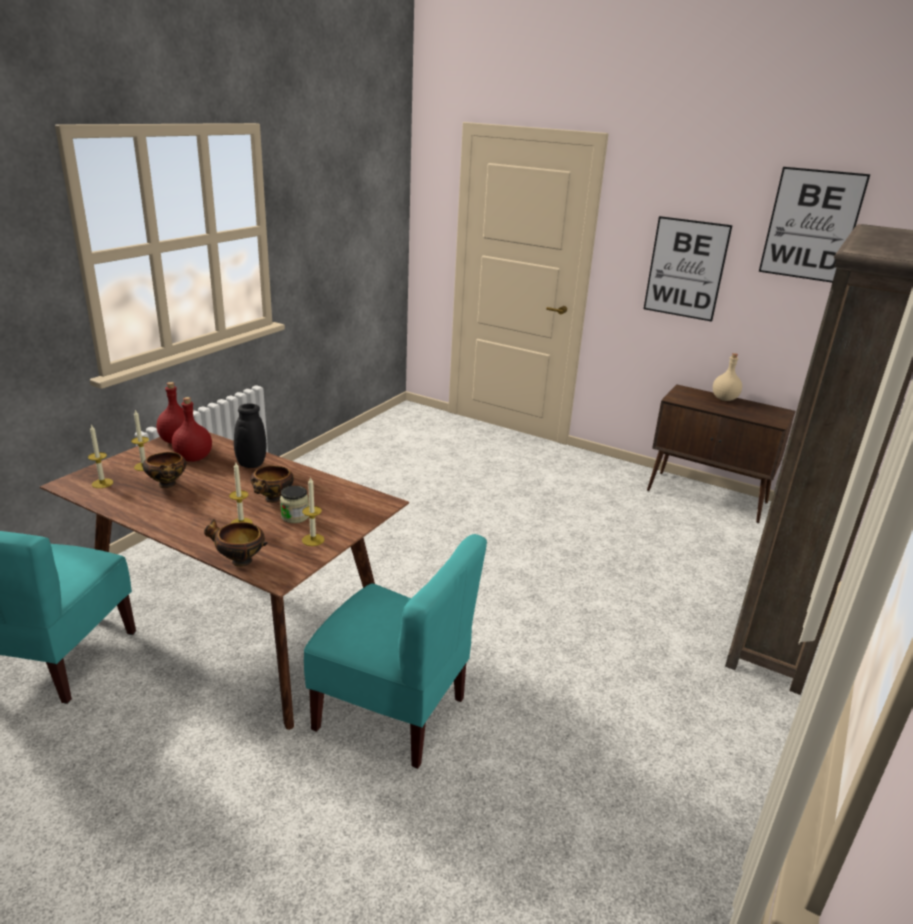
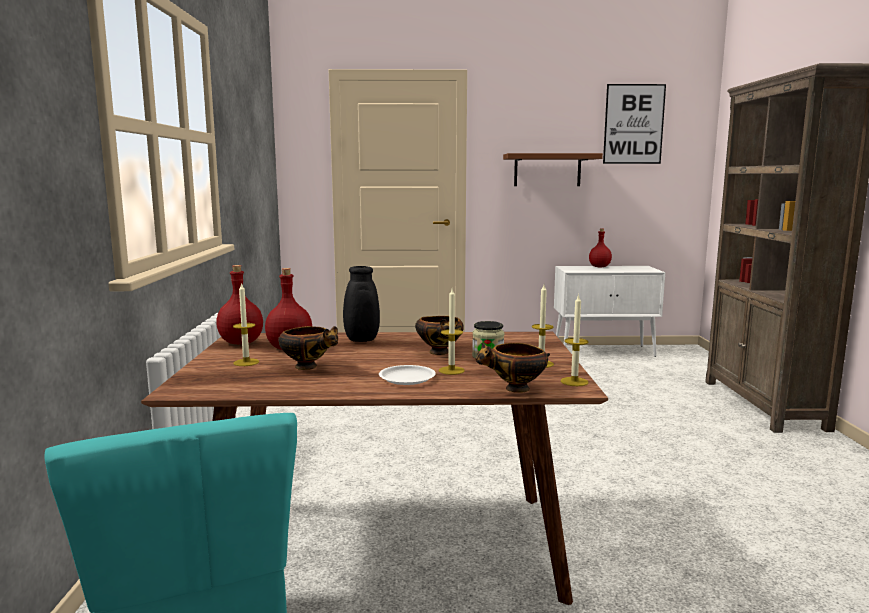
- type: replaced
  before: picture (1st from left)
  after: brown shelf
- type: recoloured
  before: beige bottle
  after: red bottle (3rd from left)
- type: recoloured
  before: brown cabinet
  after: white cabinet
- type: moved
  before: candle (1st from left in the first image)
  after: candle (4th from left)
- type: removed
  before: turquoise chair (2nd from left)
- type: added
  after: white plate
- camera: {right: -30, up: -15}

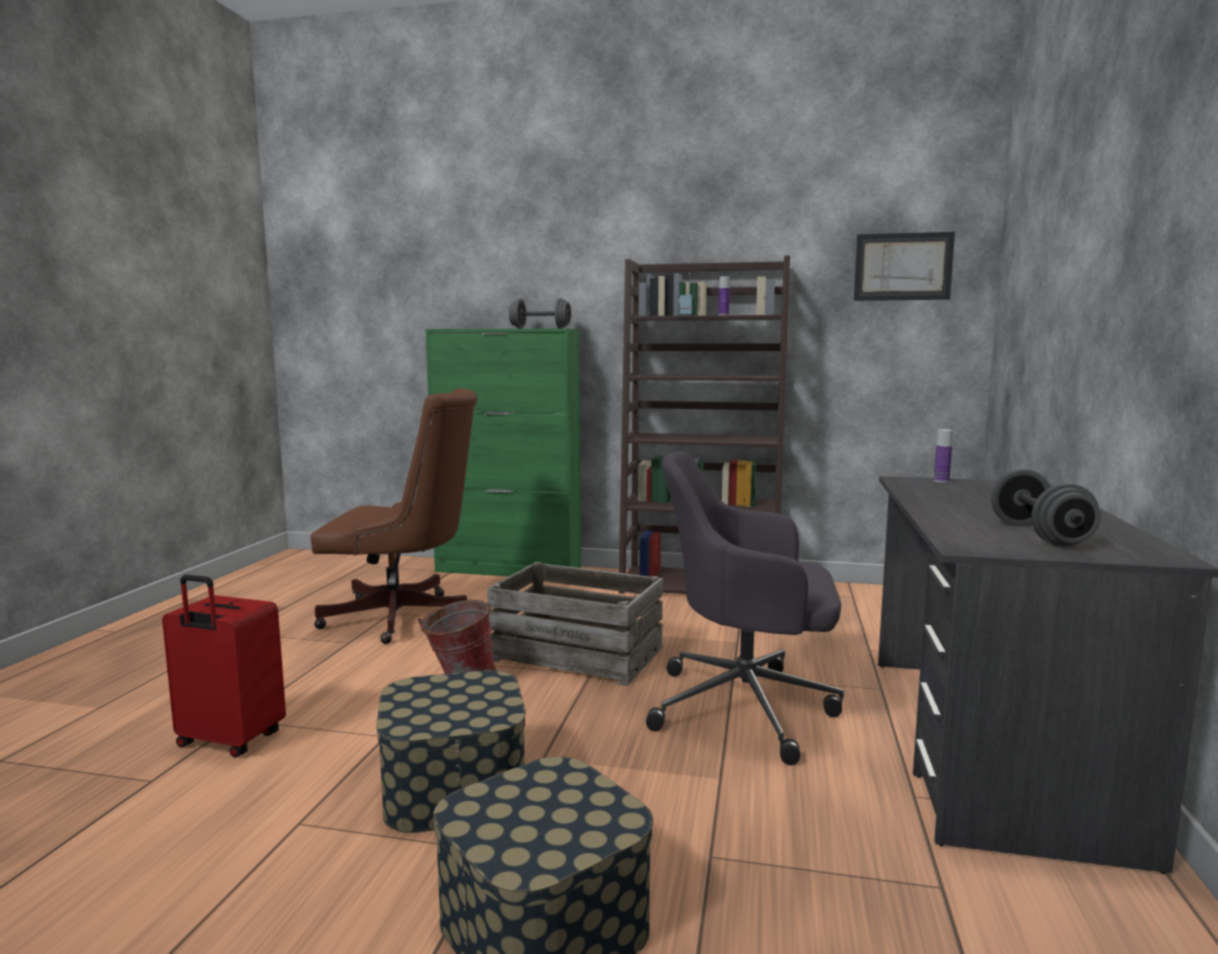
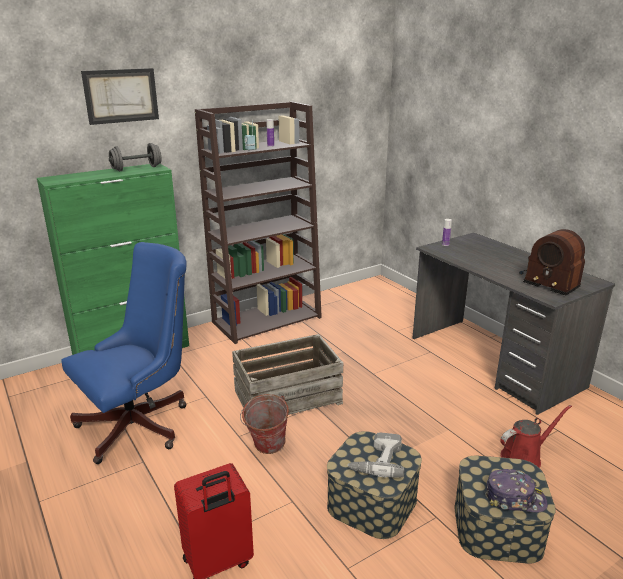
- type: moved
  before: picture
- type: recoloured
  before: brown office chair
  after: blue office chair
- type: removed
  before: grey office chair
- type: replaced
  before: grey dumbbell (2nd from left)
  after: radio (2nd from left)
- type: added
  after: red watering can
- type: added
  after: power drill
- type: added
  after: cap
- camera: {right: -45, up: 15}

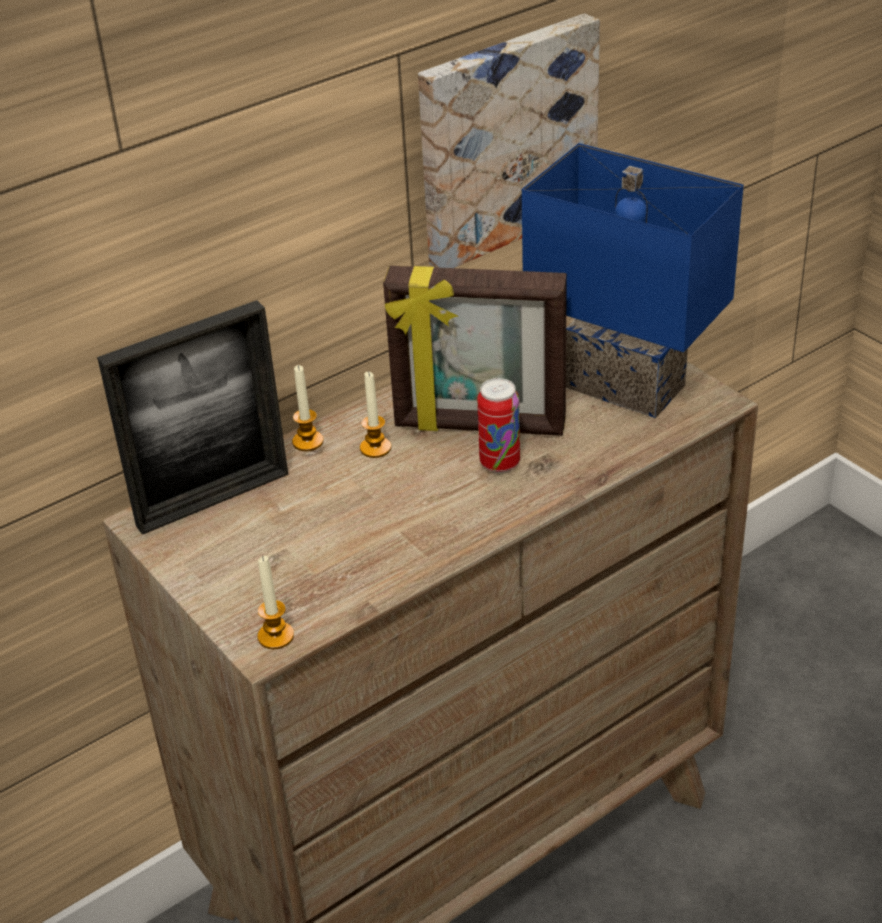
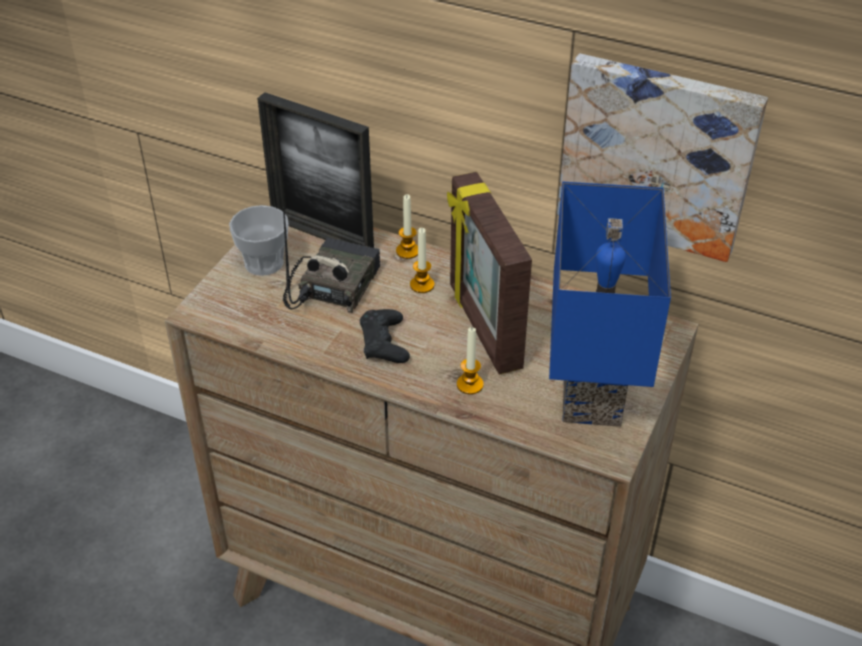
- type: removed
  before: can
- type: moved
  before: candle (1st from left in the first image)
  after: candle (3rd from left)
- type: added
  after: cup
- type: added
  after: radio
- type: added
  after: black game controller
- camera: {right: 60, up: 5}

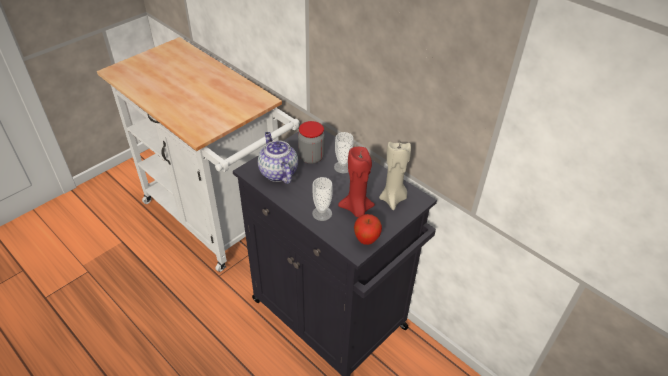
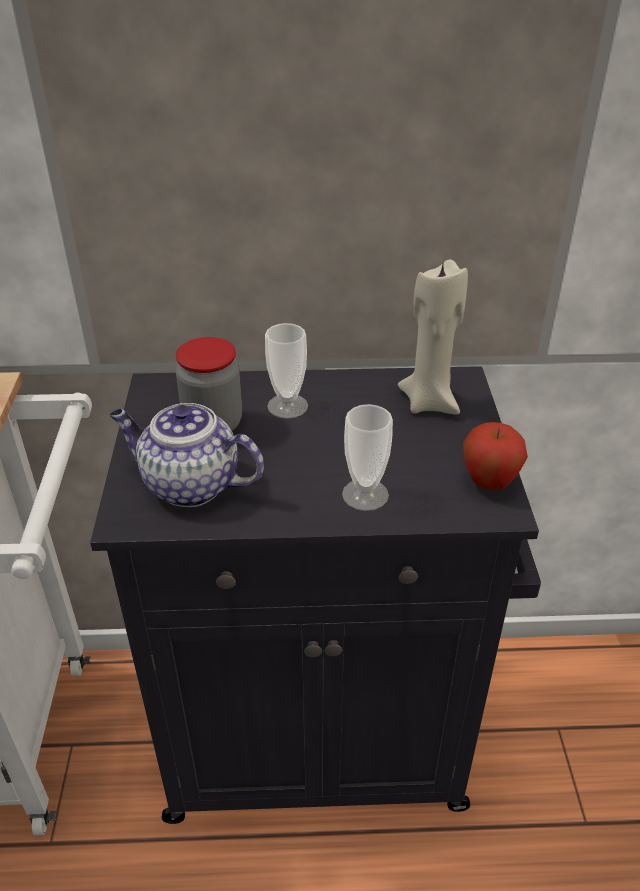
- type: removed
  before: red candle
- camera: {right: -45, up: -5}

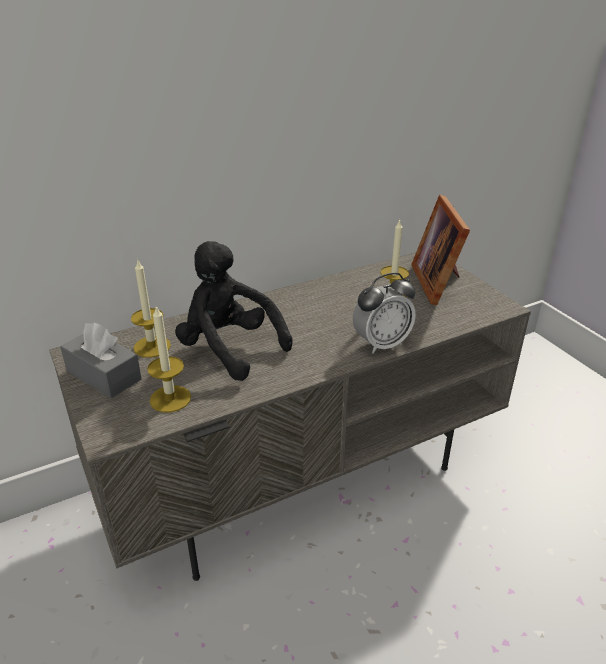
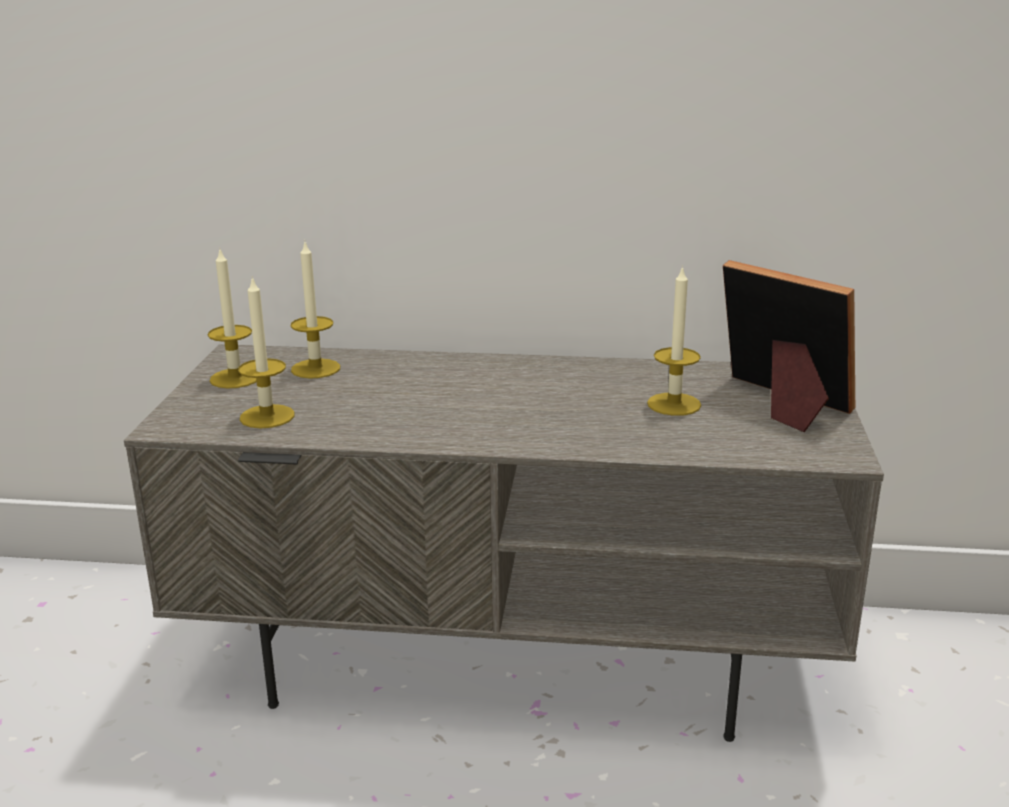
- type: turned
  before: picture frame
  turn: 105
- type: removed
  before: black plush toy
- type: removed
  before: alarm clock
- type: replaced
  before: grey tissue box
  after: candle (1st from left)
- camera: {right: 35, up: -10}

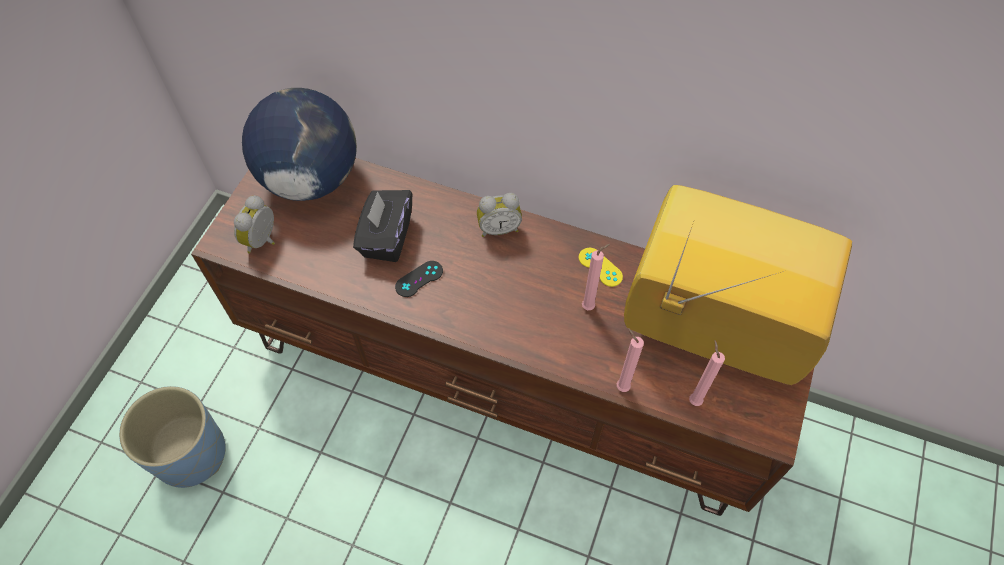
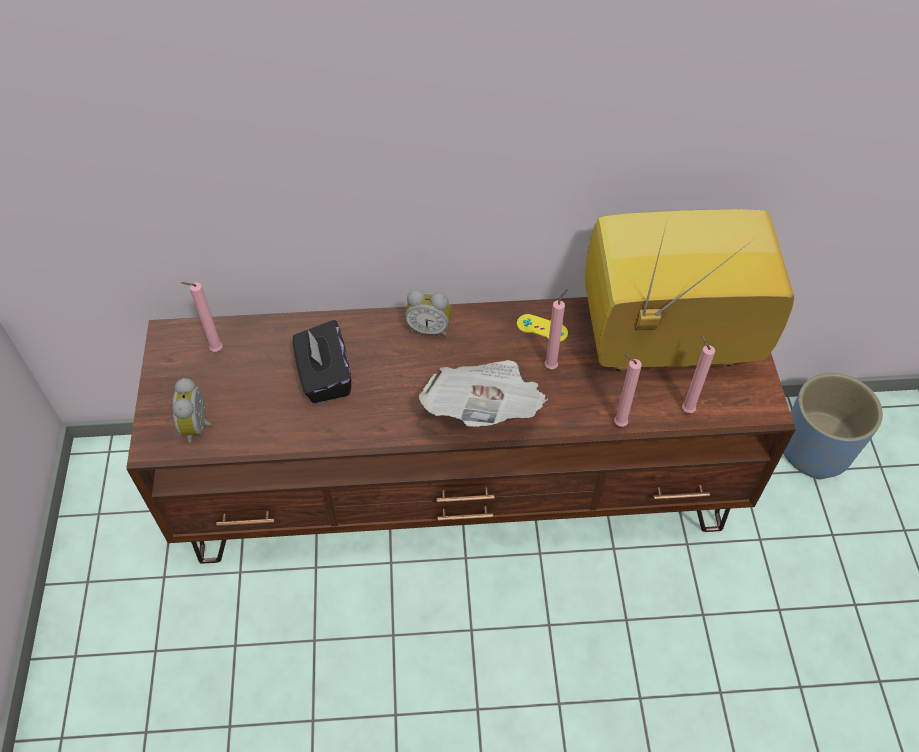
- type: replaced
  before: globe
  after: pink candle (1st from left)
- type: turned
  before: alarm clock (2nd from left)
  turn: 45
- type: removed
  before: black game controller
- type: moved
  before: blue planter
- type: added
  after: newspaper
- camera: {right: -25, up: -5}

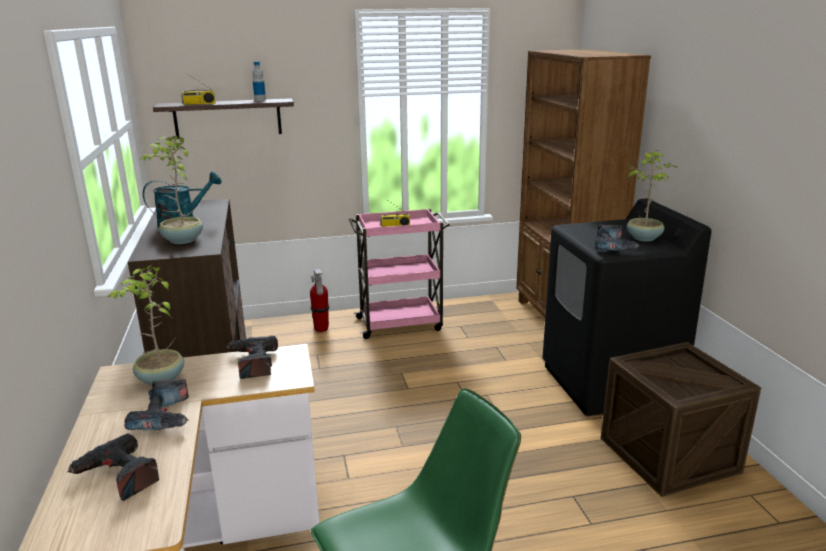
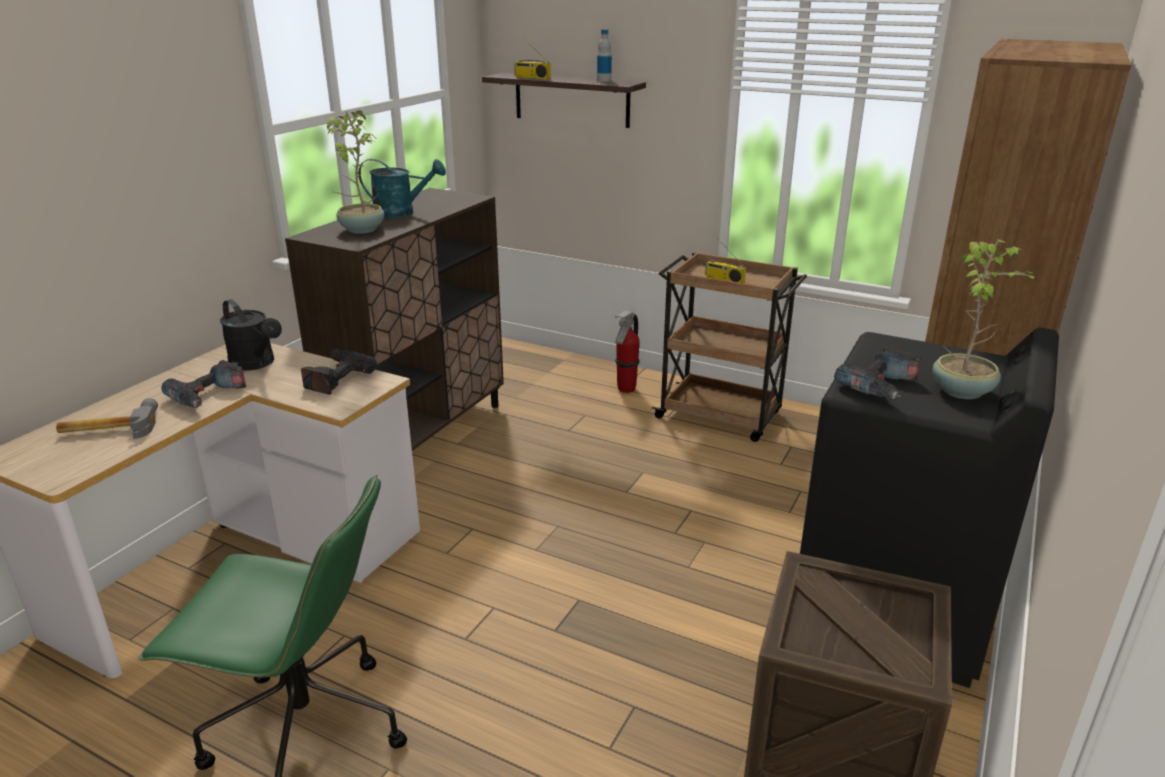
- type: recoloured
  before: pink cart
  after: brown cart
- type: replaced
  before: potted plant (1st from left)
  after: black watering can
- type: replaced
  before: power drill (1st from left)
  after: hammer
- camera: {right: 40, up: 5}

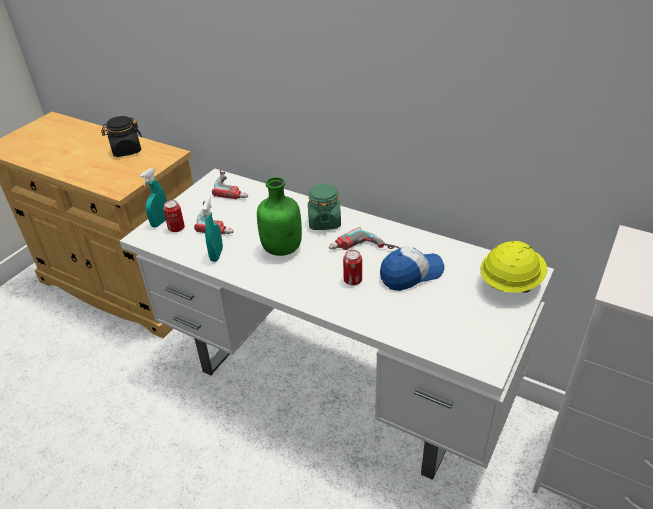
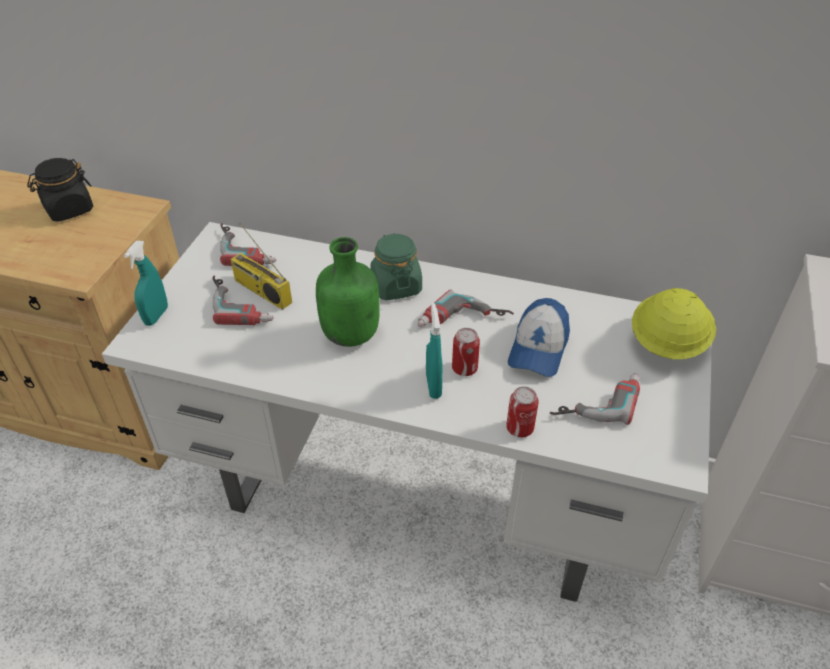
- type: moved
  before: turquoise spray bottle (2nd from left)
- type: moved
  before: can (1st from left in the first image)
  after: can (2nd from left)
- type: turned
  before: cap
  turn: 150
- type: added
  after: radio
- type: added
  after: power drill (4th from left)
- camera: {right: -15, up: 5}

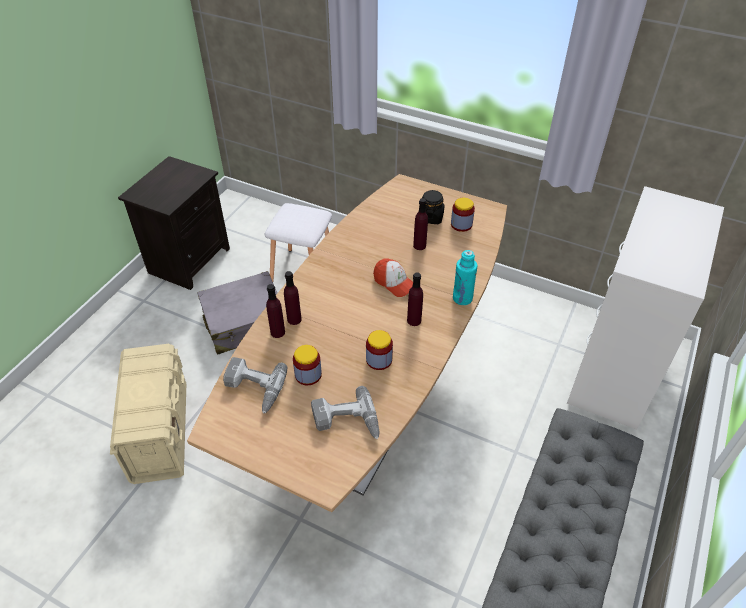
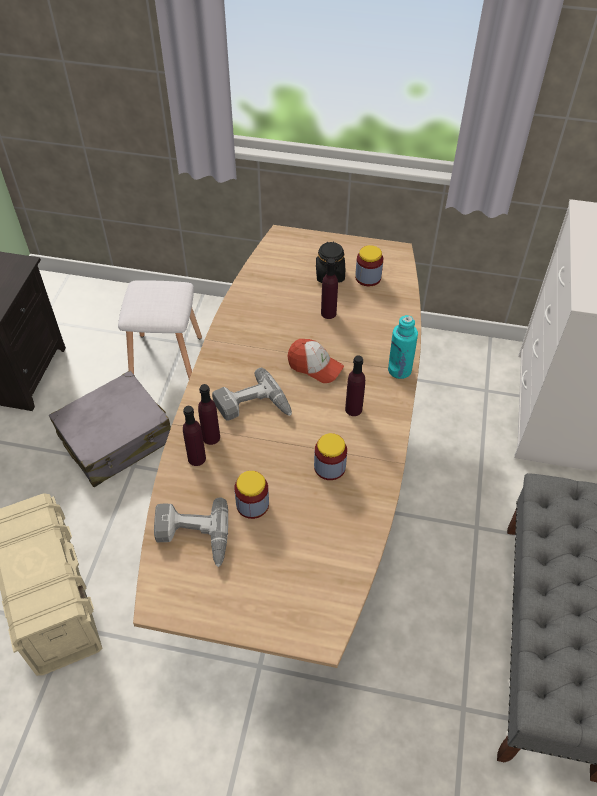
- type: moved
  before: power drill (2nd from left)
- camera: {right: -15, up: 5}

